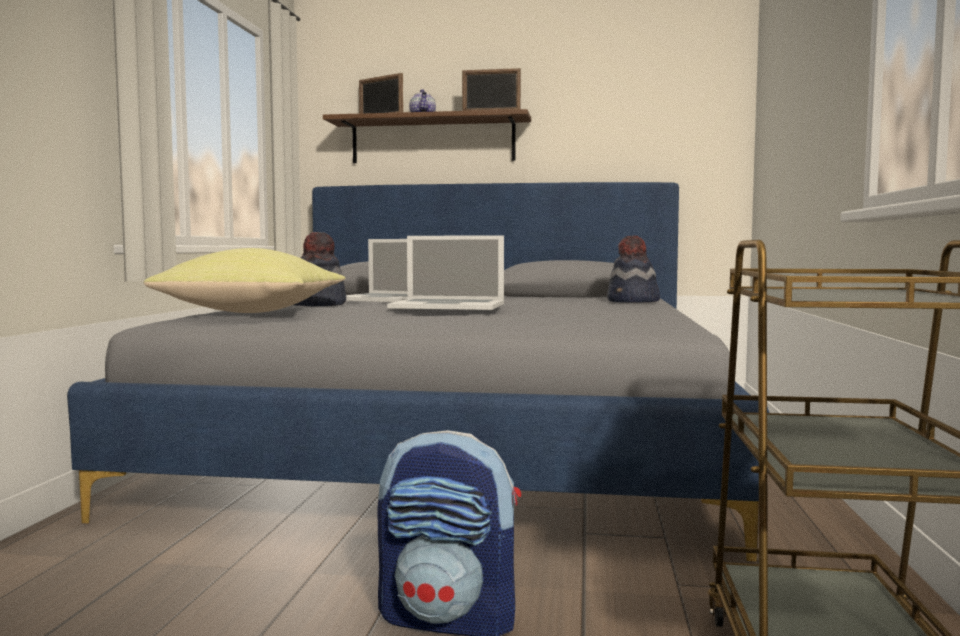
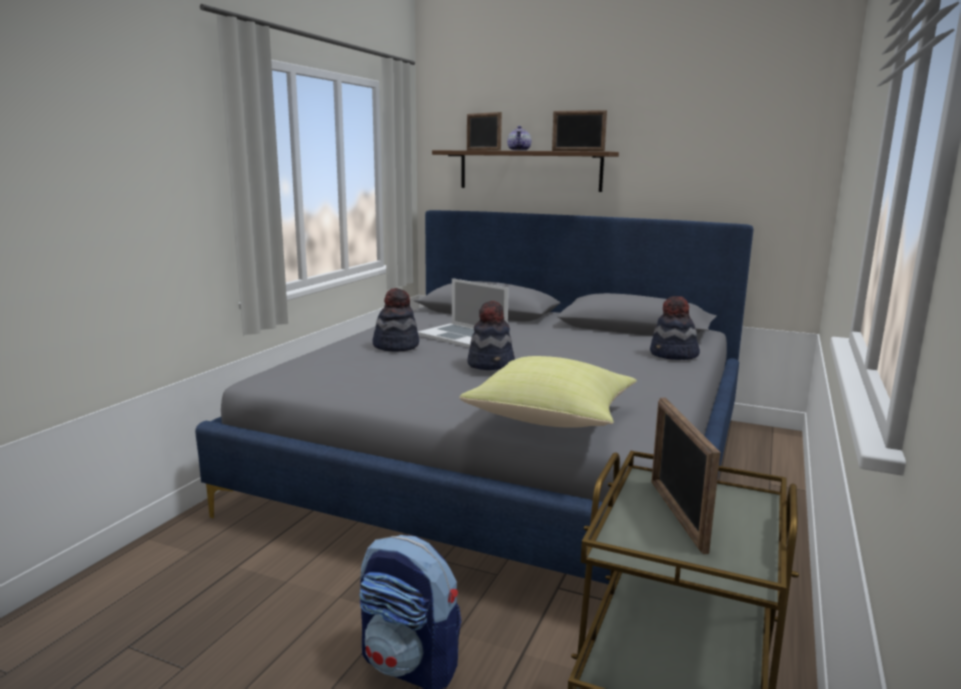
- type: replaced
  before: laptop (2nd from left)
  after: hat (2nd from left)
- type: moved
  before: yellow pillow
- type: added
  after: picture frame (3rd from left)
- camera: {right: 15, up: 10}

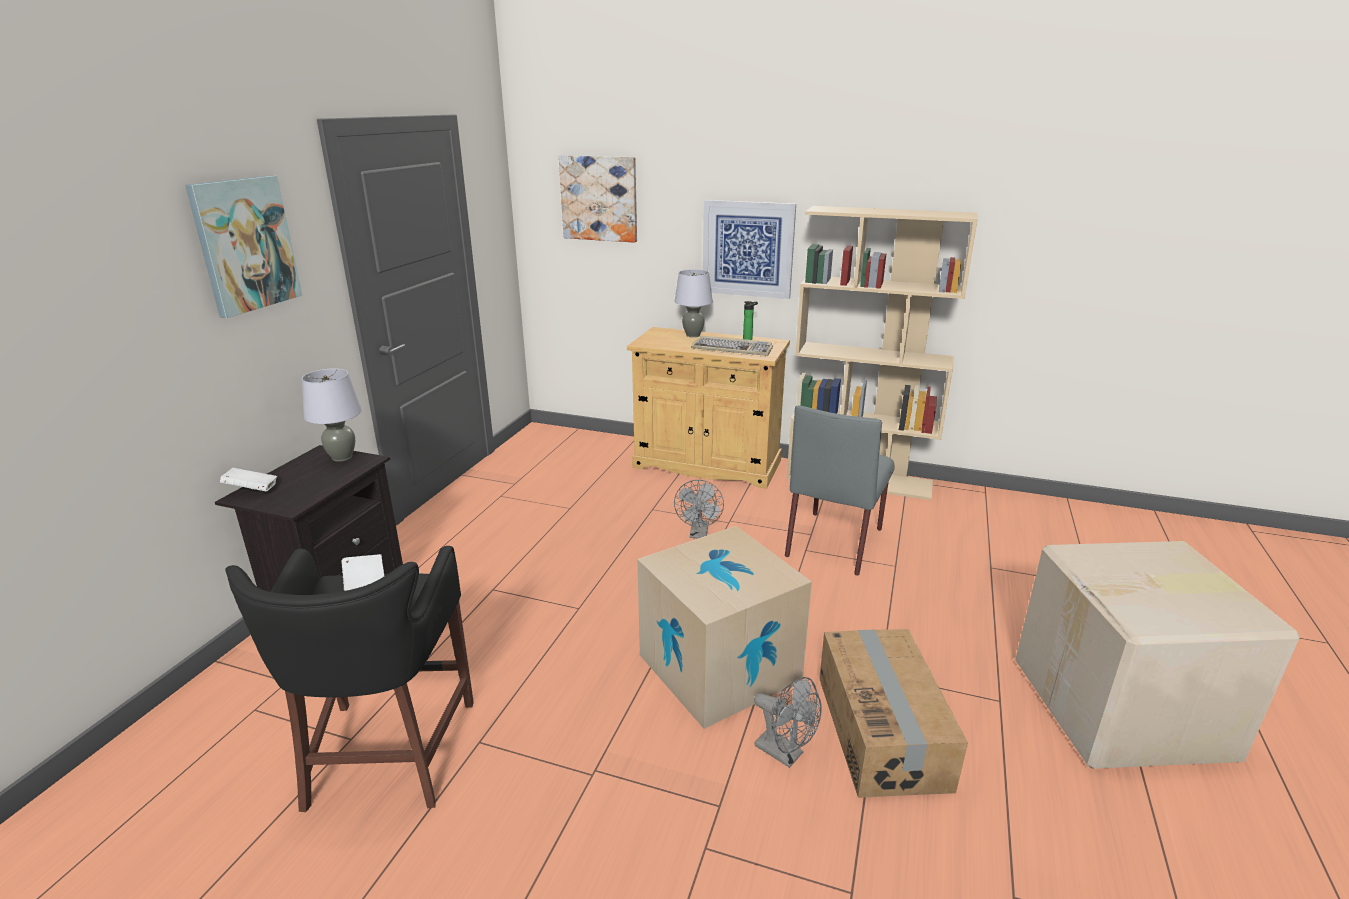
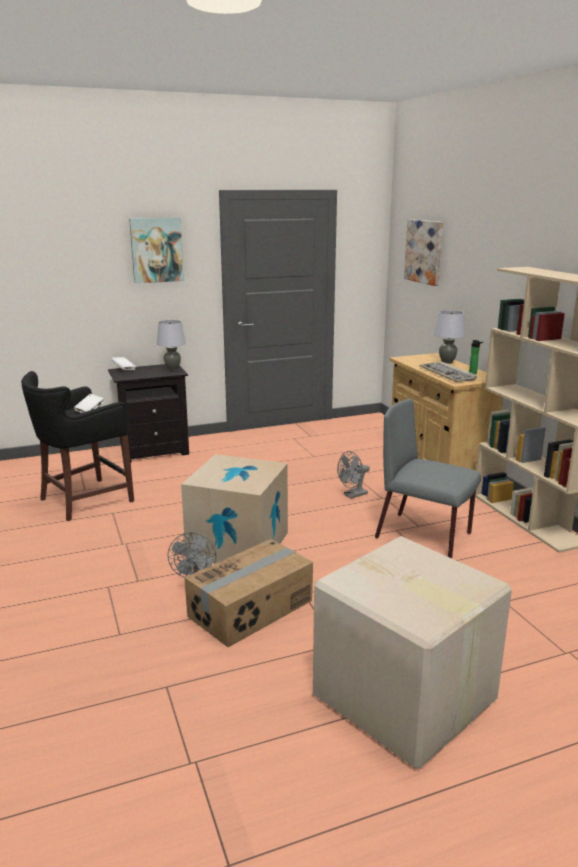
- type: removed
  before: picture (3rd from left)
- type: turned
  before: grey chair
  turn: 45
- camera: {right: 50, up: -5}

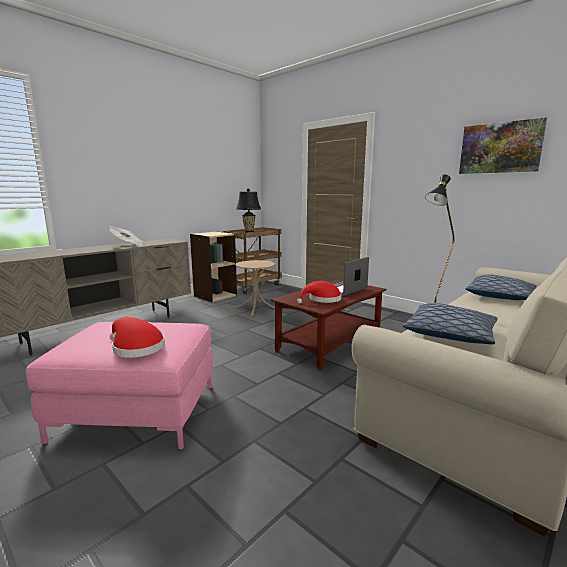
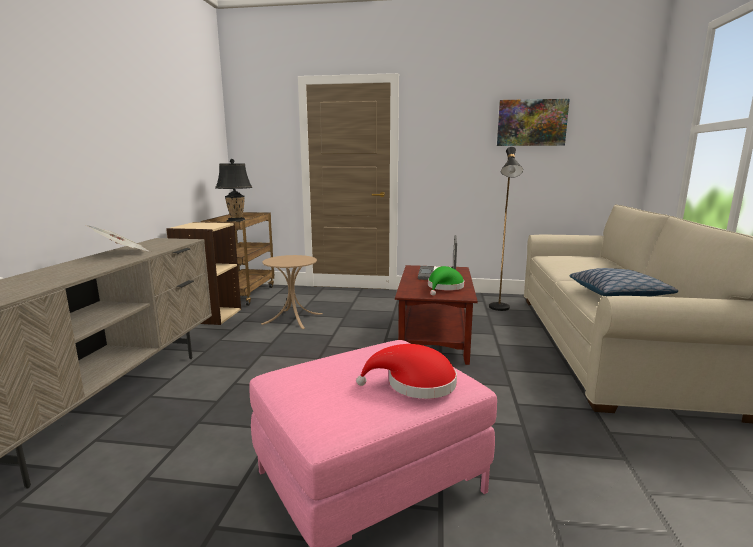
- type: removed
  before: pillow (2nd from left)
- type: recoloured
  before: red hat (2nd from left)
  after: green hat
- camera: {right: -35, up: 0}

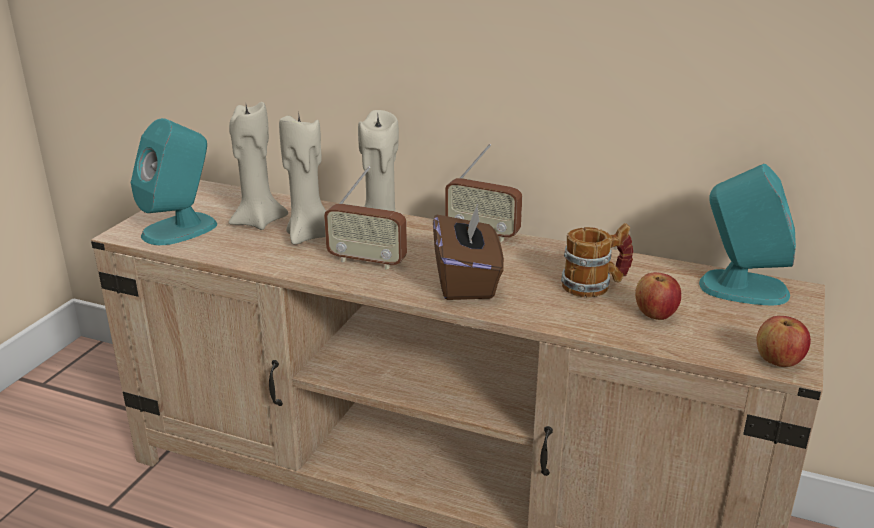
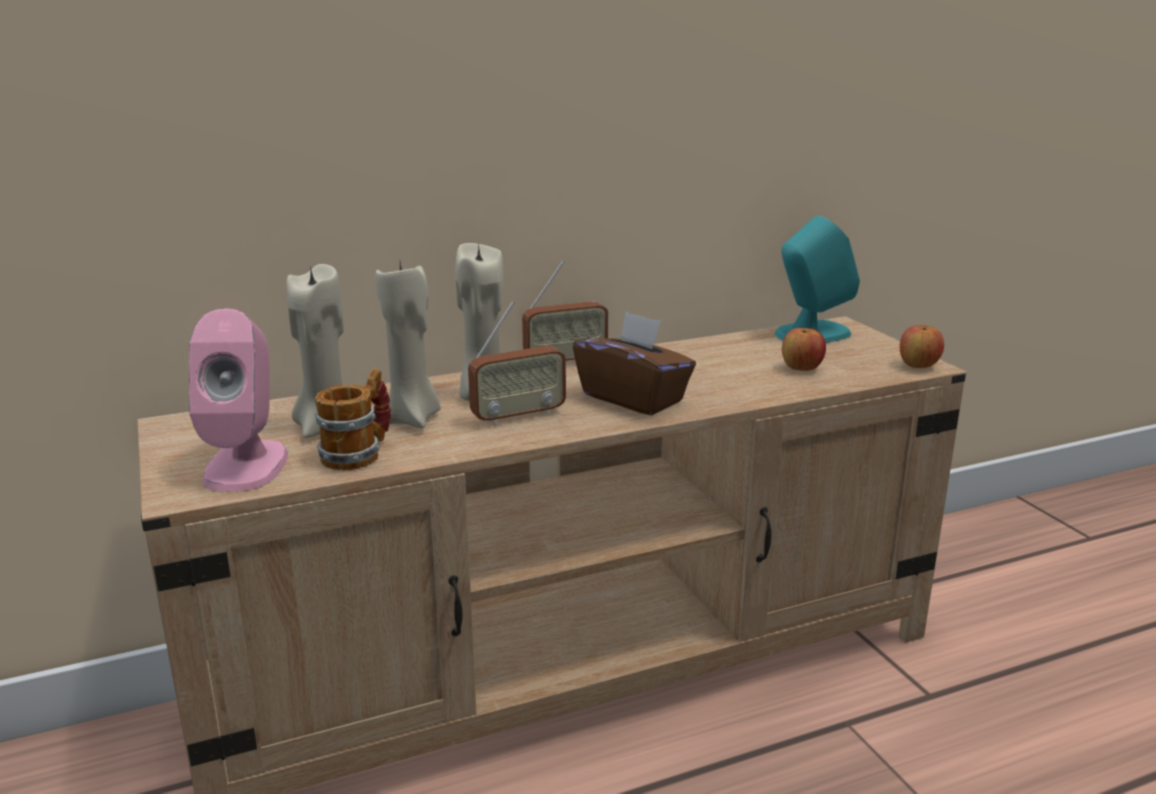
- type: recoloured
  before: turquoise speaker (1st from left)
  after: pink speaker
- type: moved
  before: mug
- camera: {right: -45, up: -5}

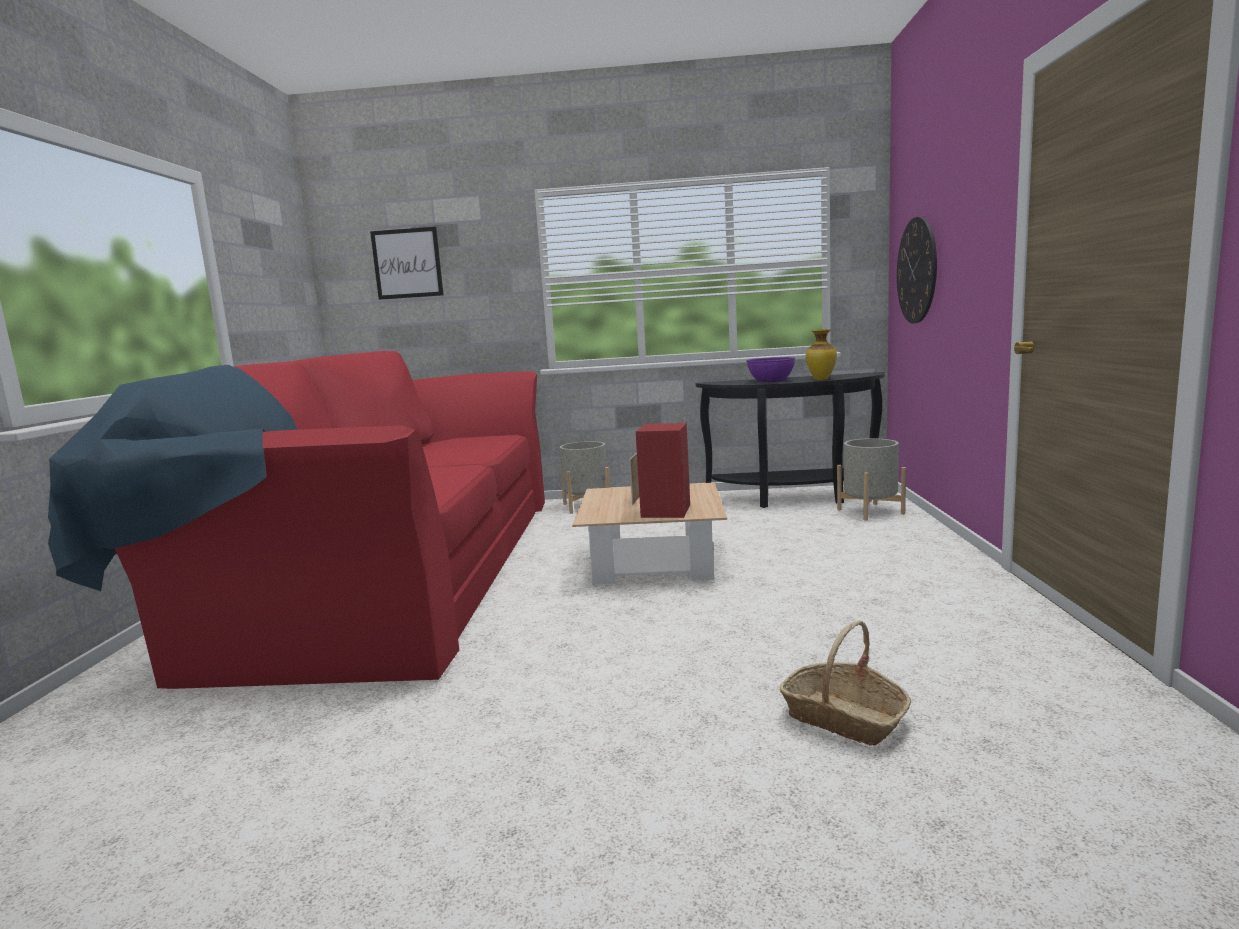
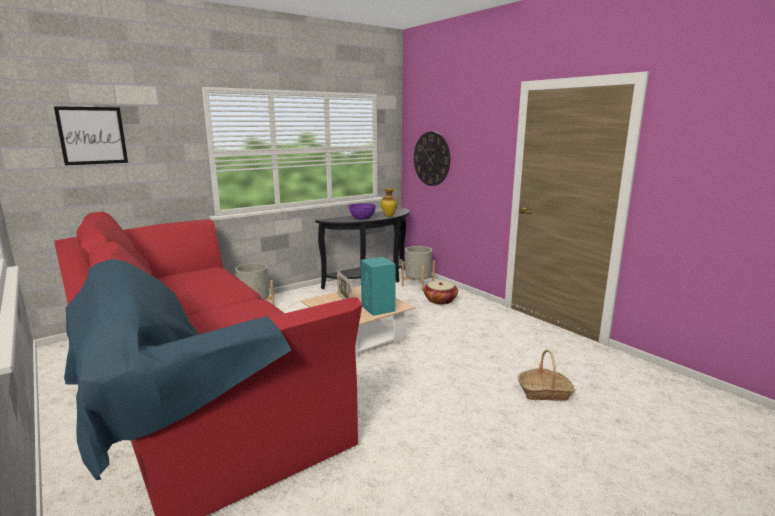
- type: recoloured
  before: red speaker
  after: turquoise speaker
- type: added
  after: basket (1st from left)
- camera: {right: -40, up: 5}

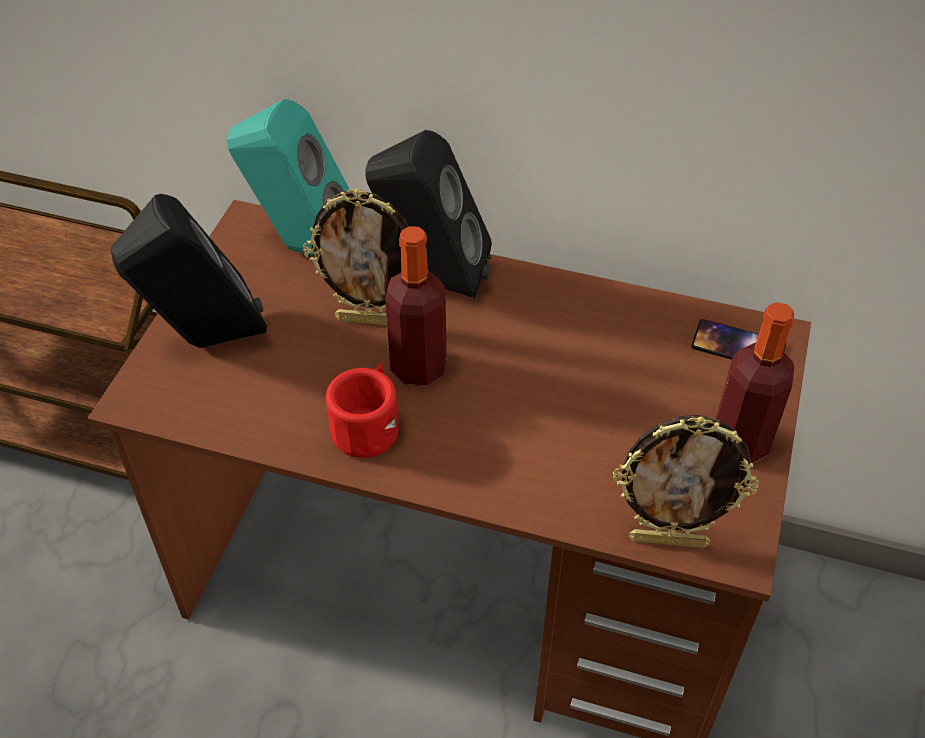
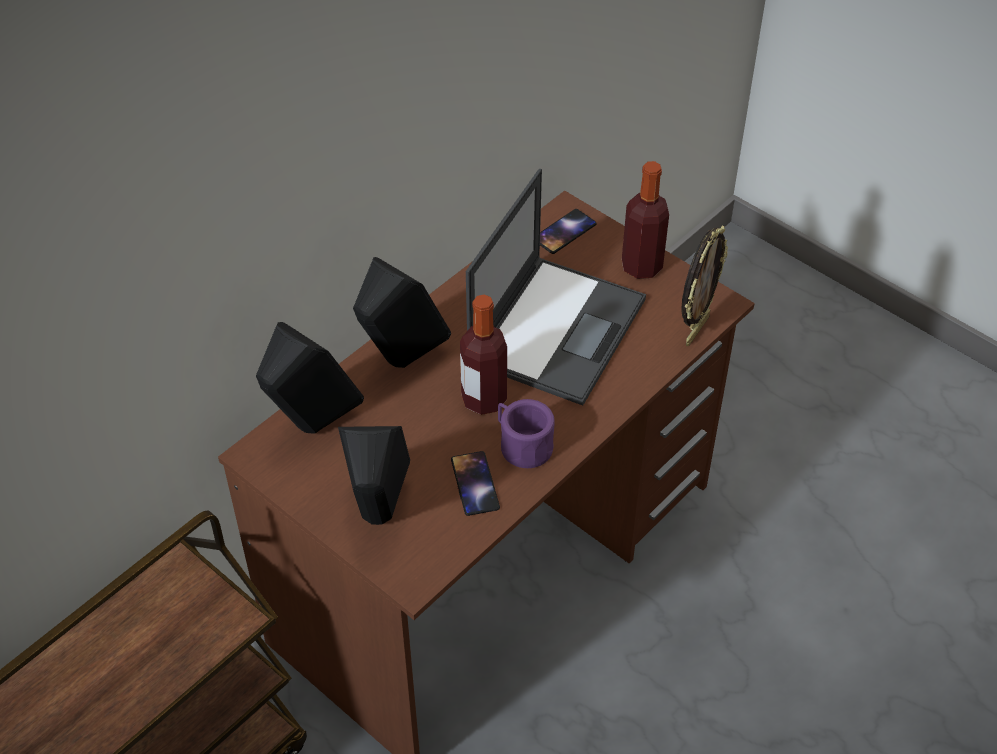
- type: recoloured
  before: turquoise speaker
  after: black speaker (1st from left)
- type: removed
  before: picture frame (1st from left)
- type: recoloured
  before: red mug
  after: purple mug
- type: added
  after: laptop
- type: added
  after: phone (1st from left)
- camera: {right: -65, up: 0}

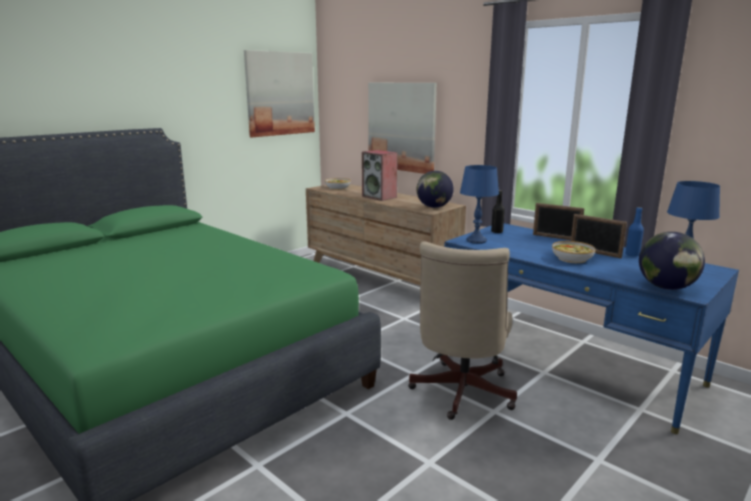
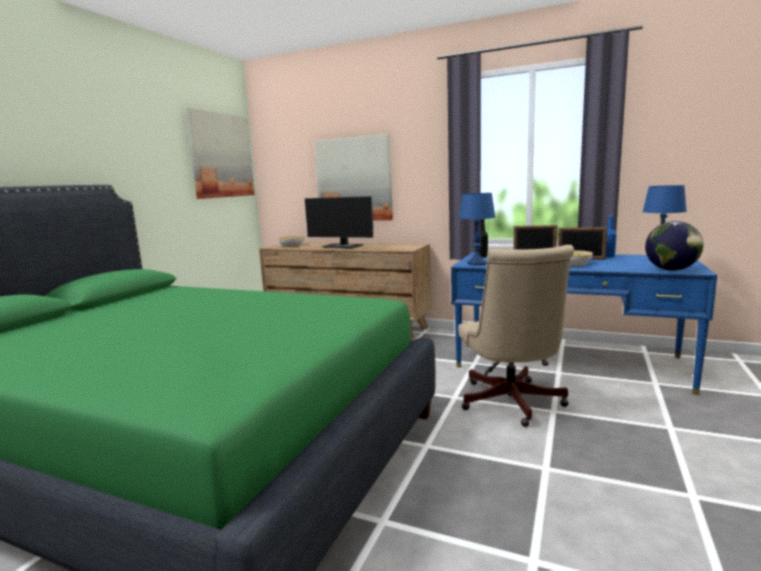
- type: replaced
  before: speaker
  after: monitor
- type: removed
  before: globe (1st from left)
- camera: {right: -20, up: -5}

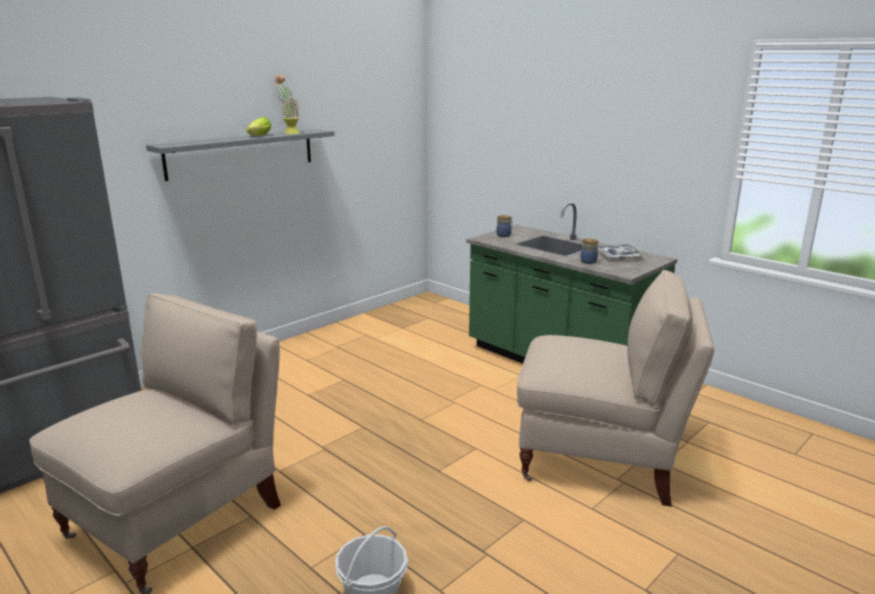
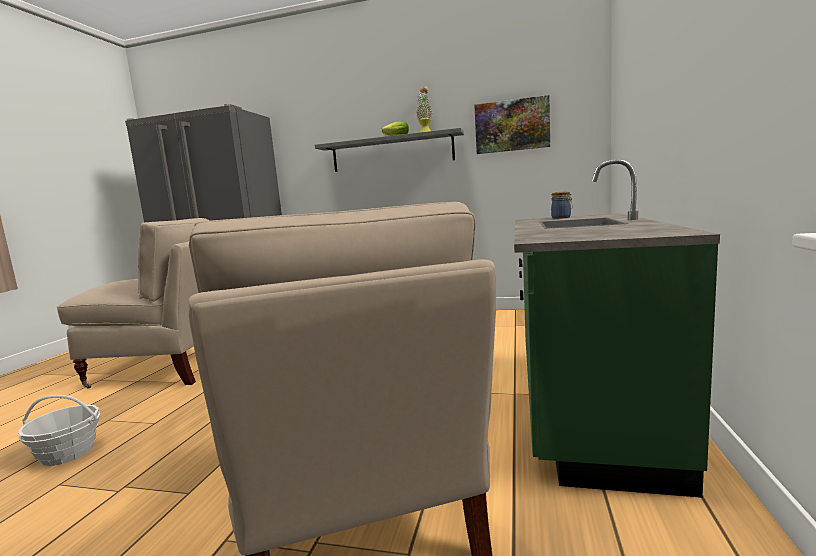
- type: removed
  before: jar (2nd from left)
- type: removed
  before: tray
- type: added
  after: picture
- camera: {right: 60, up: -10}

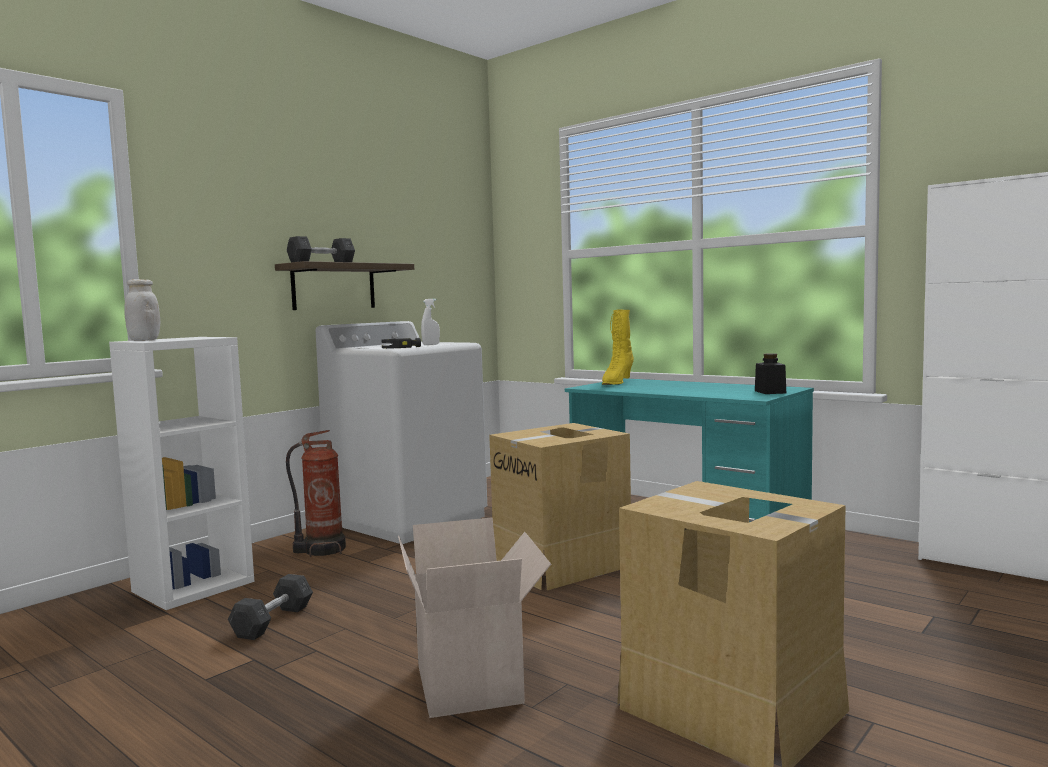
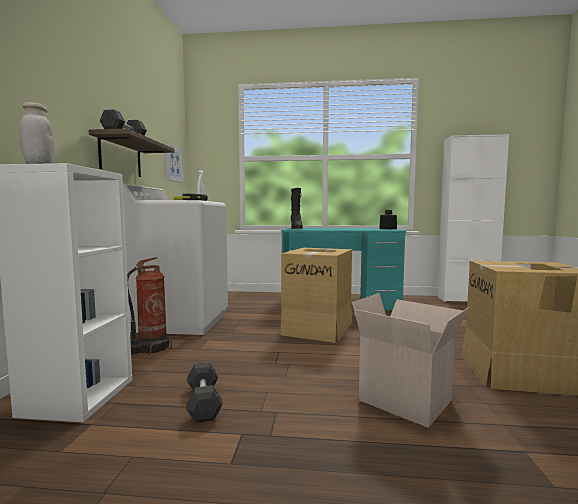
- type: recoloured
  before: yellow boot
  after: black boot
- type: added
  after: picture
- camera: {right: -35, up: 0}

